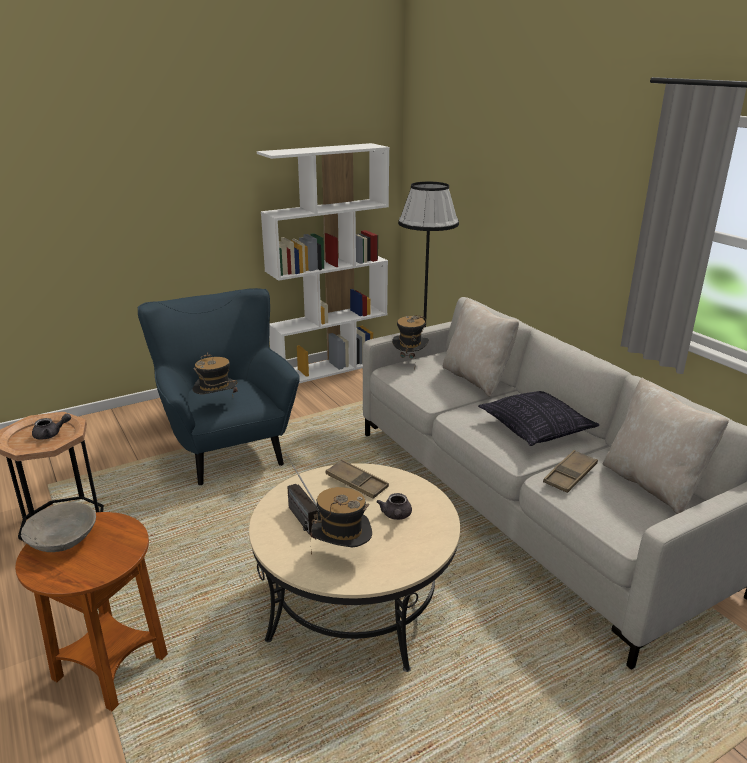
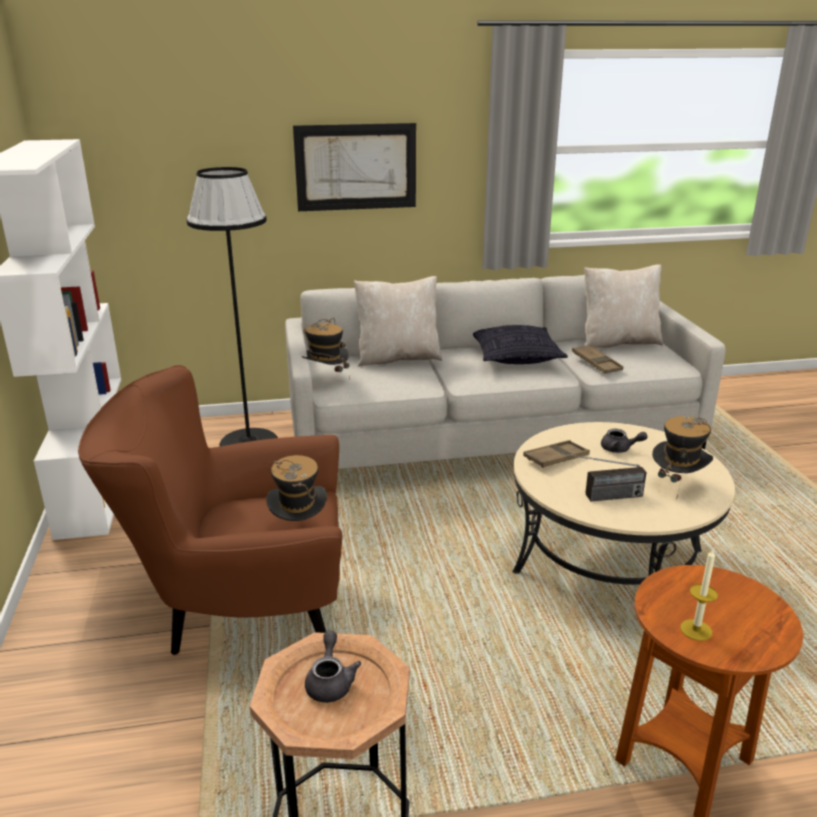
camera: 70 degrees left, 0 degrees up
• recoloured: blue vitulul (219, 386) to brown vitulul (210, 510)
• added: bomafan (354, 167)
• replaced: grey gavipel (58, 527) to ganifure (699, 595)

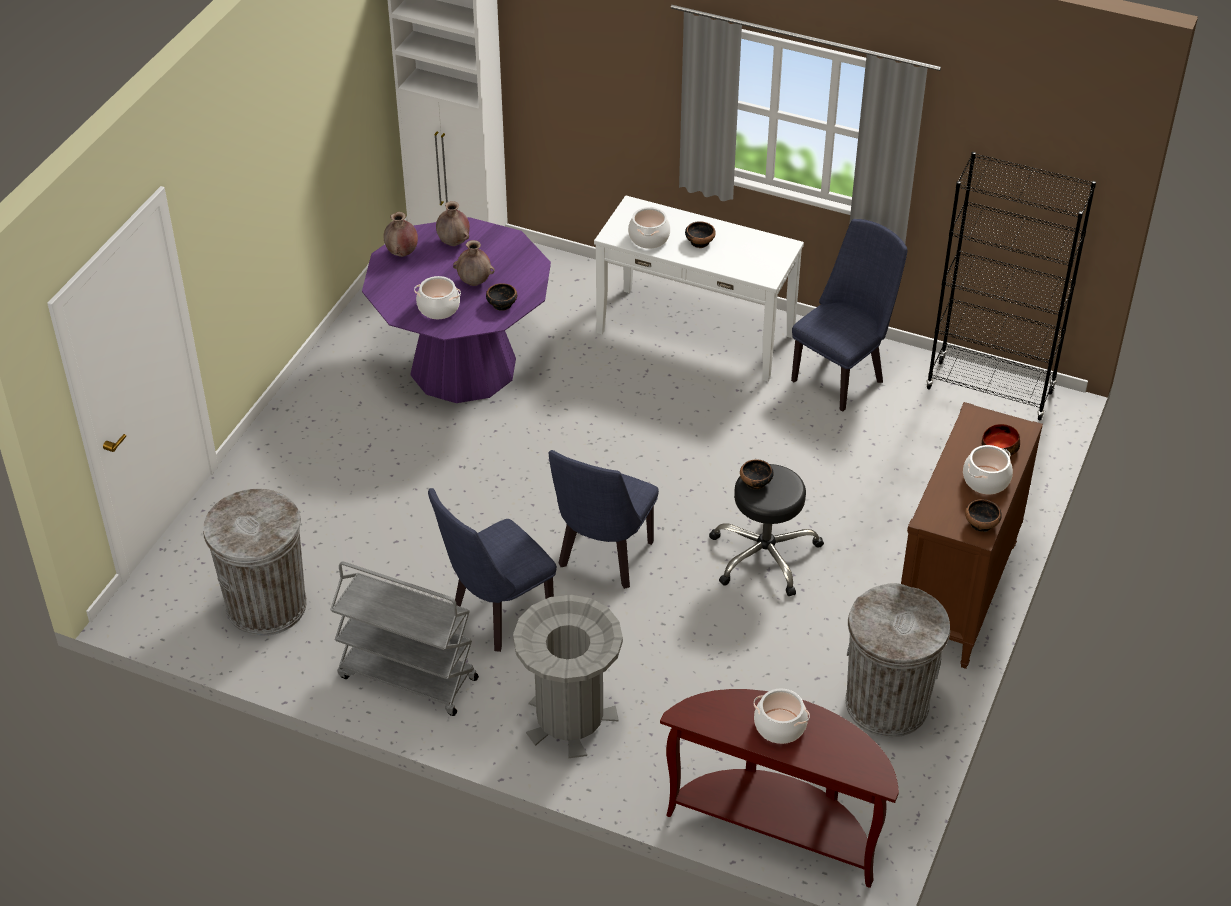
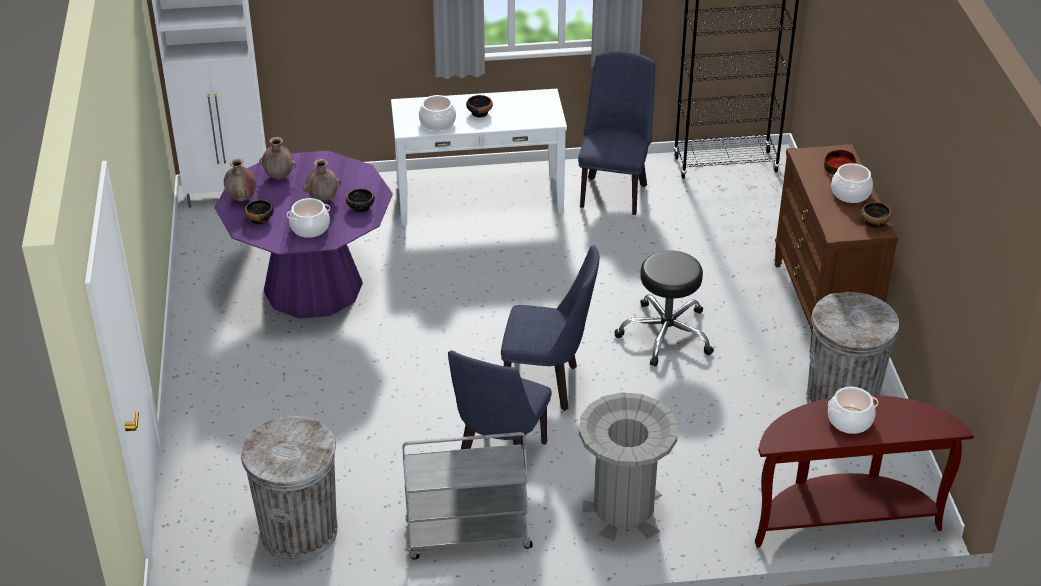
camera: 30 degrees left, 5 degrees down
• moved: gavipel (757, 474) to (259, 212)
• turned: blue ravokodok (604, 519) = (550, 328) 75 degrees counterclockwise

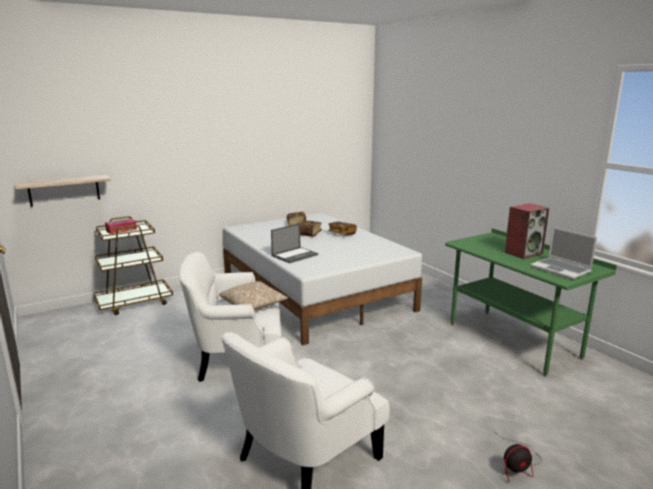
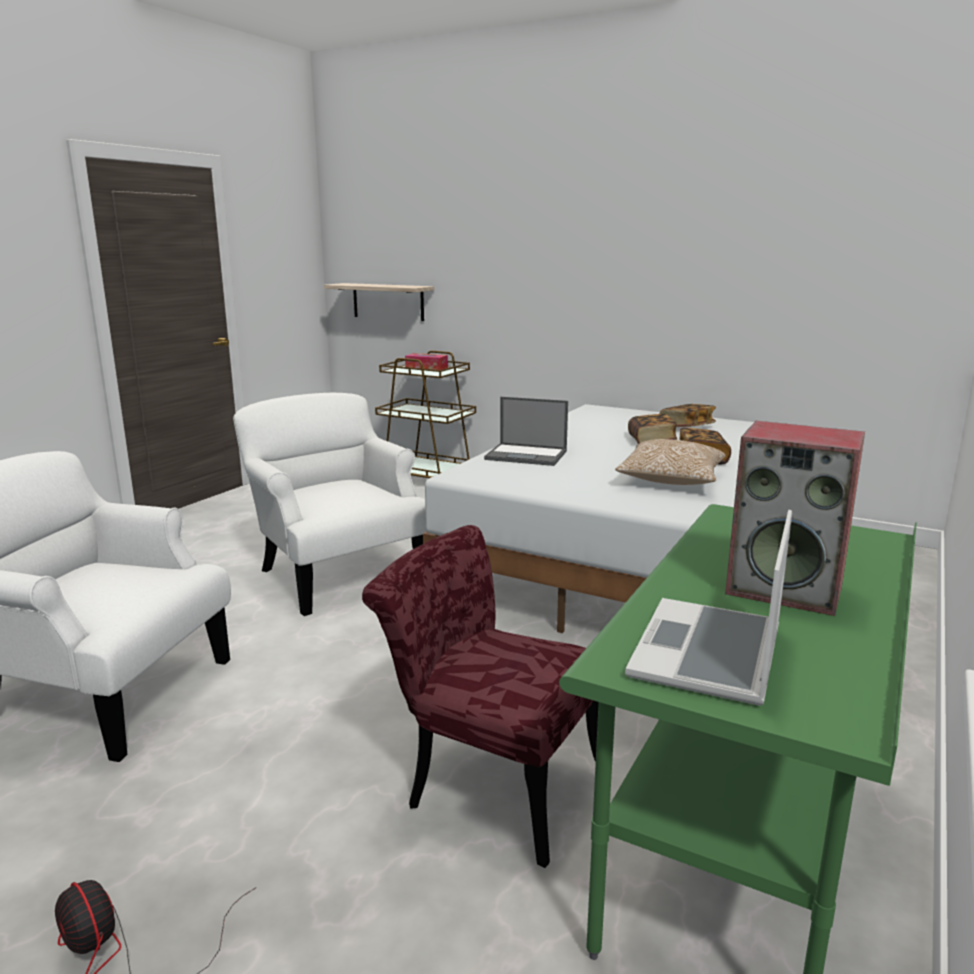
camera: 60 degrees right, 0 degrees up
• added: red ravokodok (480, 696)
• moved: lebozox (253, 295) to (670, 462)

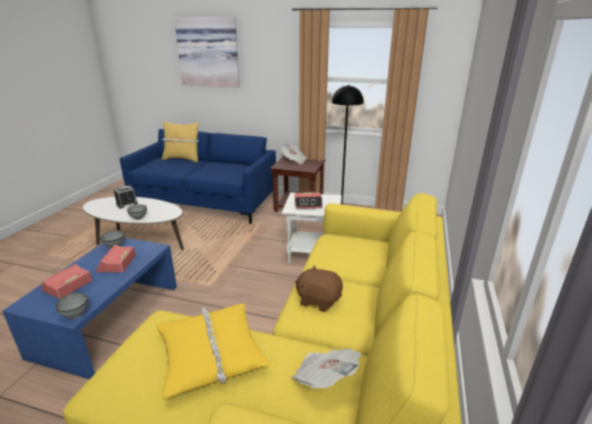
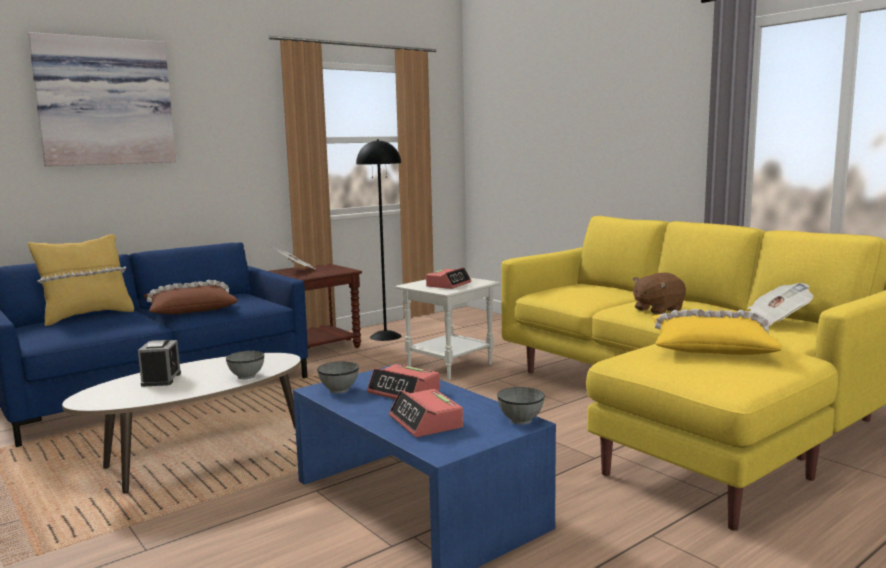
camera: 55 degrees left, 15 degrees down
• added: brown lebozox (191, 297)

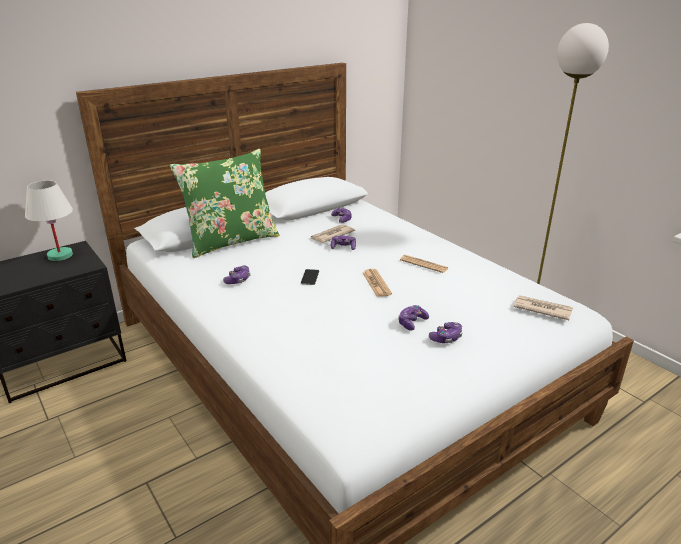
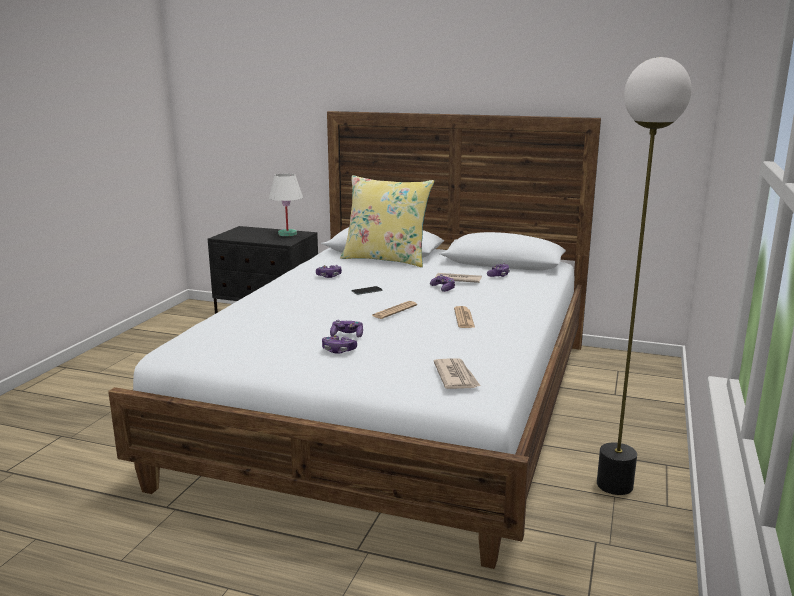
camera: 55 degrees right, 10 degrees down
• recoloured: green lebozox (224, 203) to yellow lebozox (387, 221)

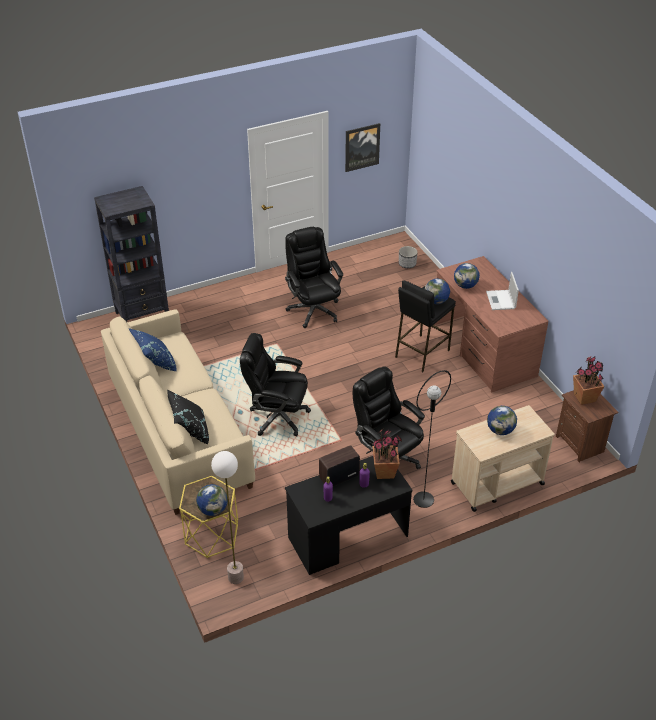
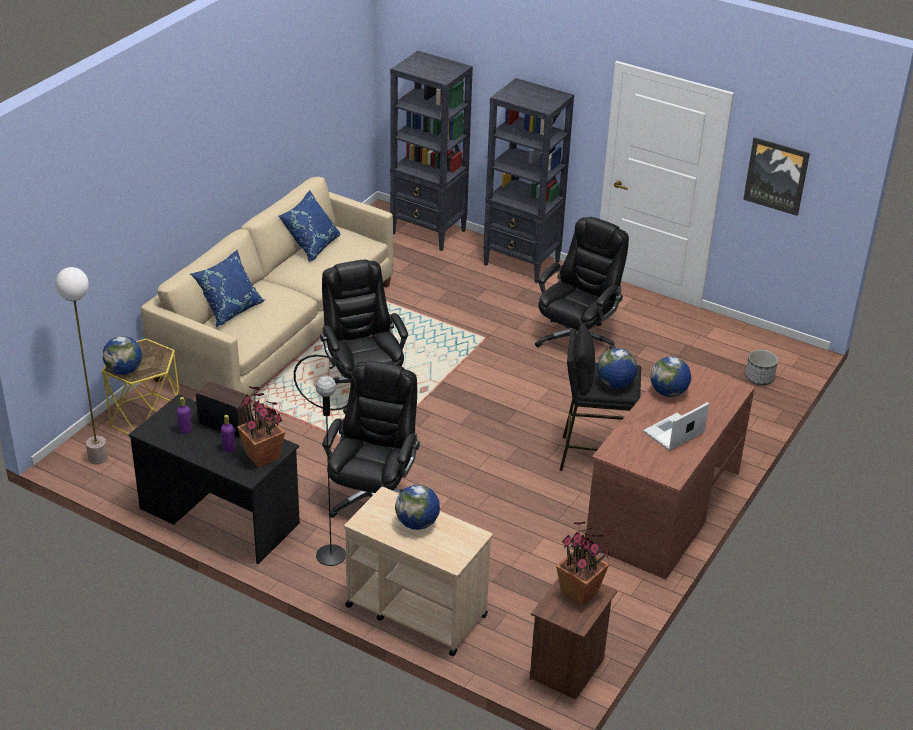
camera: 55 degrees right, 5 degrees down
• recoloured: black lebozox (188, 417) to blue lebozox (226, 288)
• added: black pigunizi (528, 180)

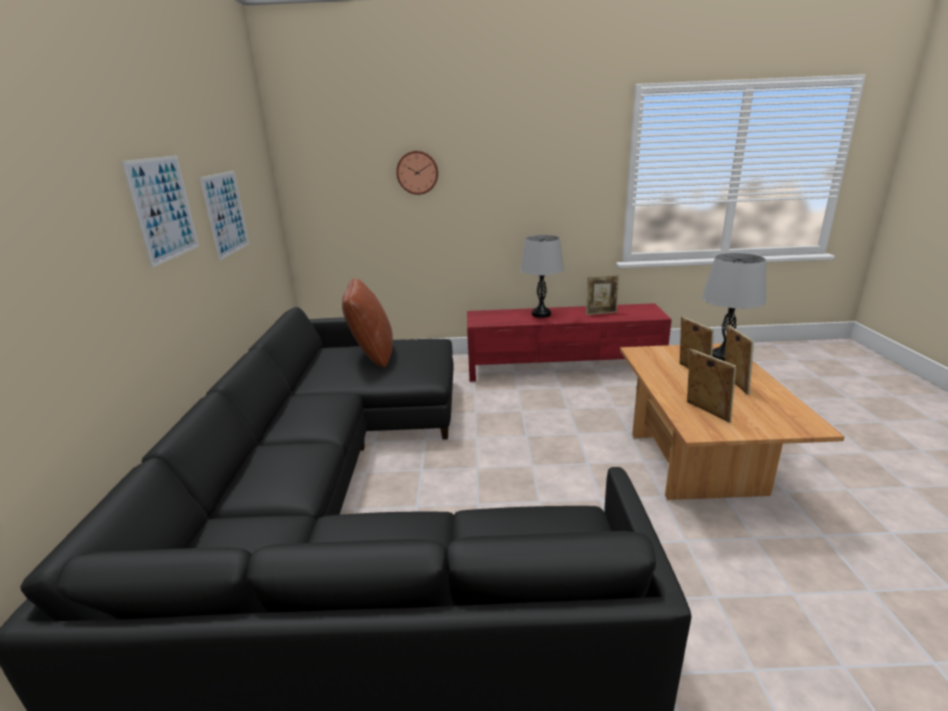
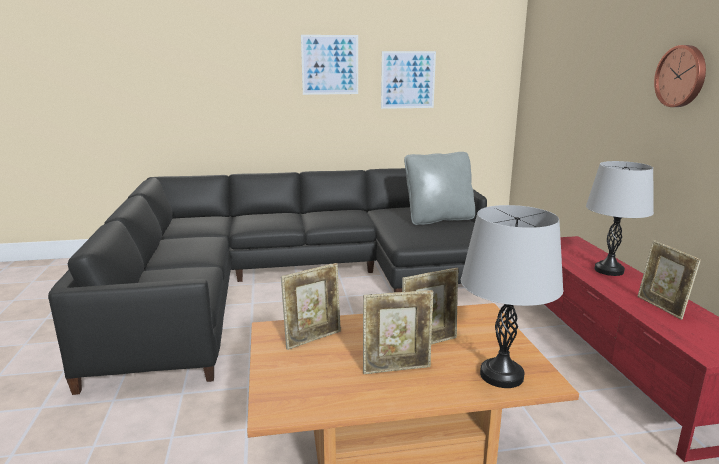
camera: 80 degrees right, 5 degrees down
• recoloured: brown lebozox (367, 323) to grey lebozox (439, 188)
• moved: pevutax (417, 173) to (680, 76)

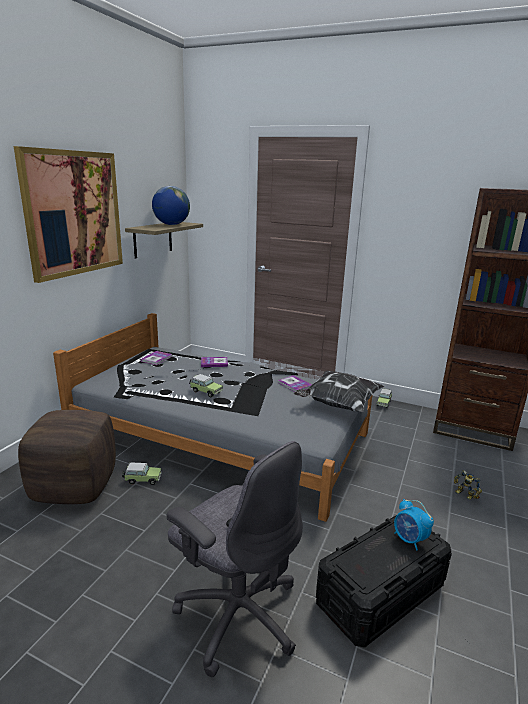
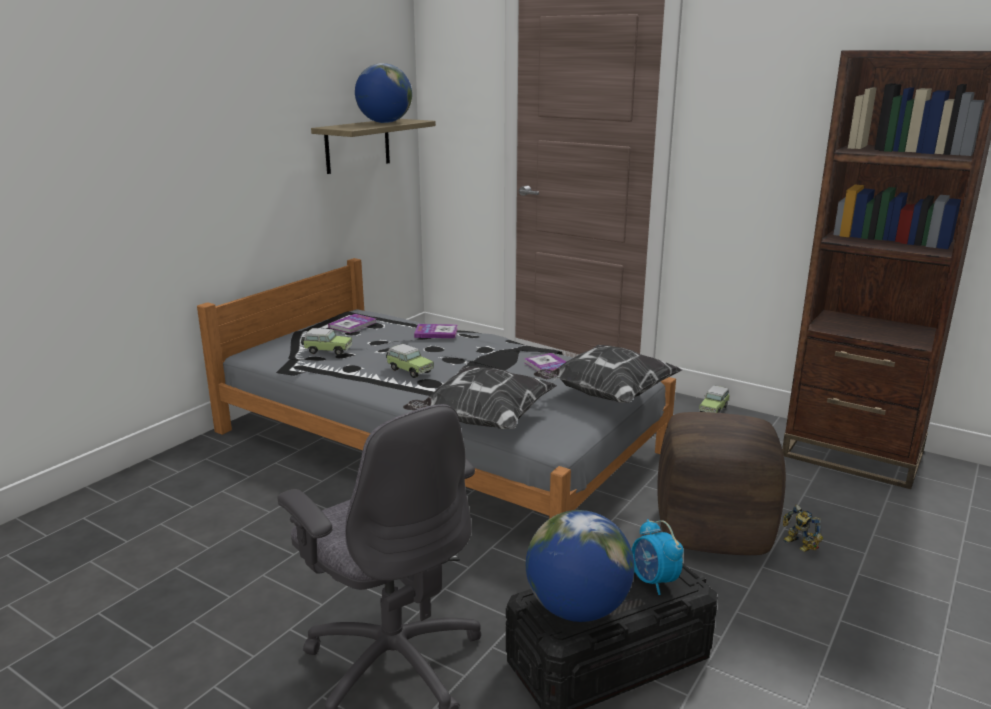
camera: 10 degrees right, 0 degrees up
• moved: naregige (142, 474) to (326, 342)
• added: lebozox (480, 397)
• added: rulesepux (580, 566)
• moved: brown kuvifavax (67, 457) to (721, 483)
• removed: bomafan (68, 214)

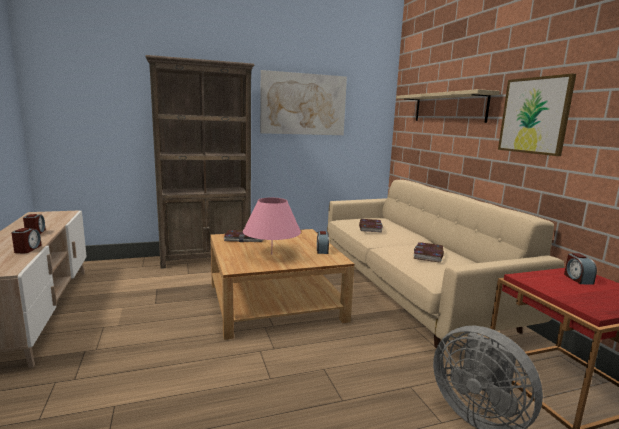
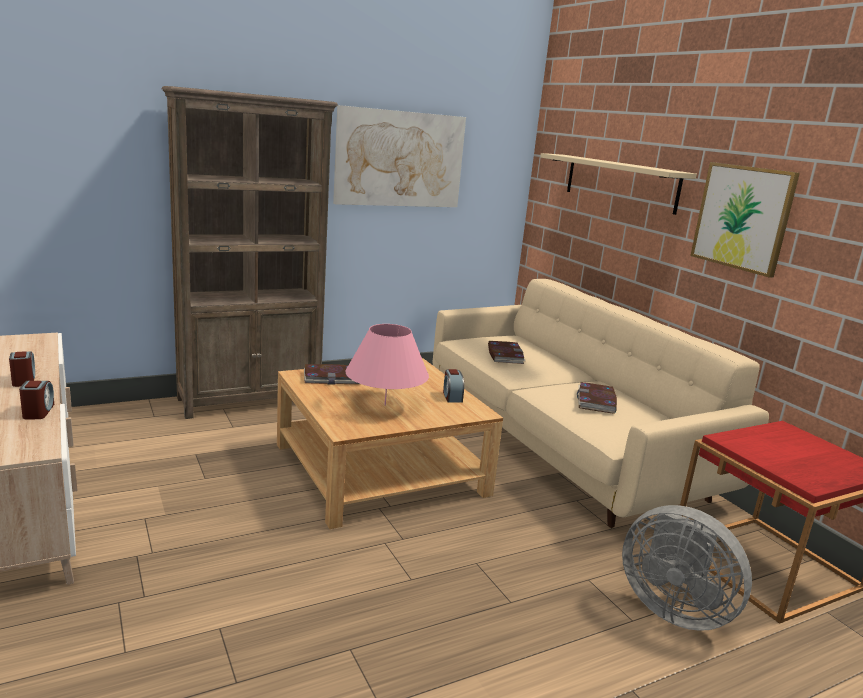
camera: 10 degrees left, 5 degrees up
• removed: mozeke (580, 269)

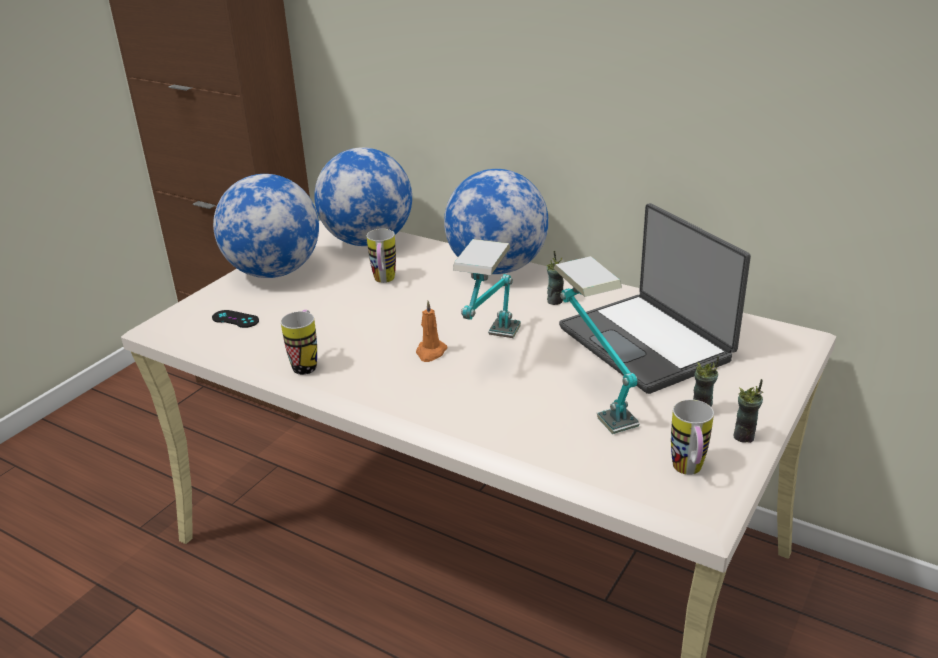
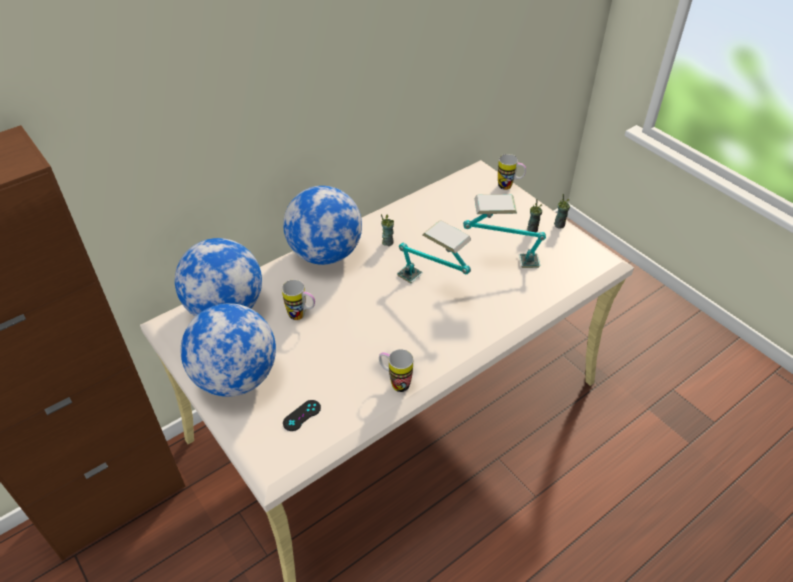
camera: 70 degrees left, 15 degrees up
• moved: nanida (692, 437) to (512, 172)
• removed: orange ganifure (432, 331)
• removed: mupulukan (655, 298)

